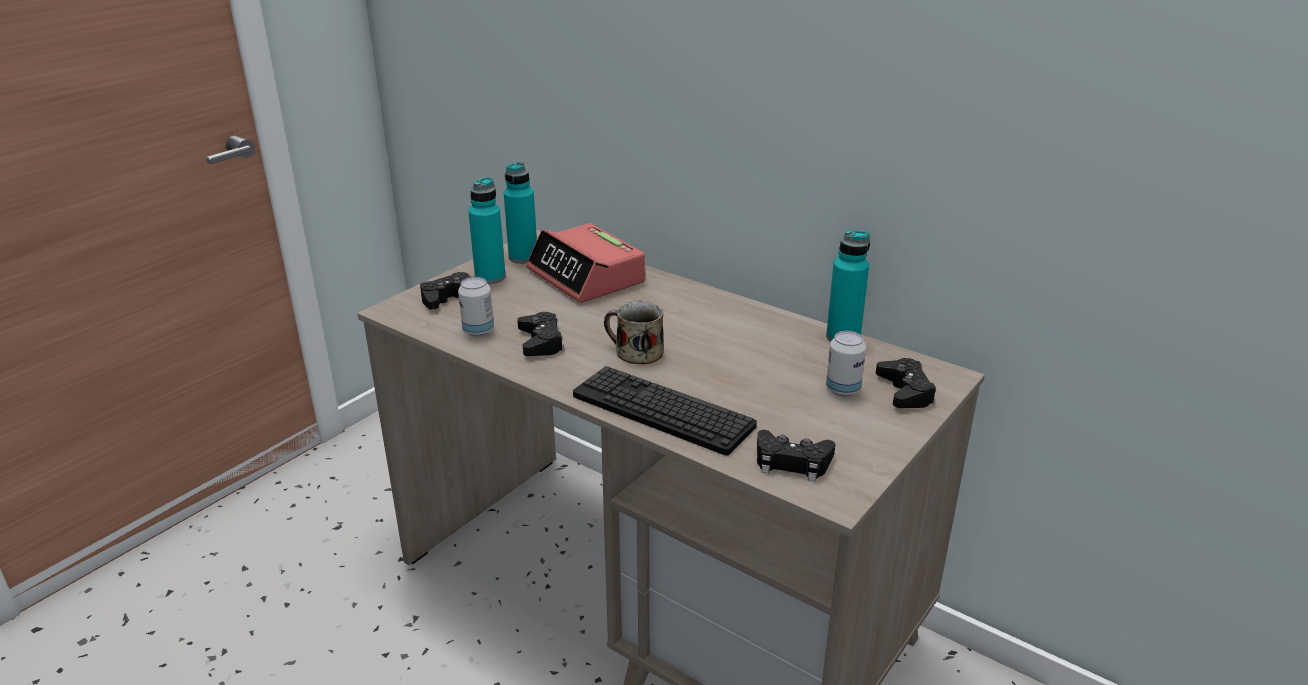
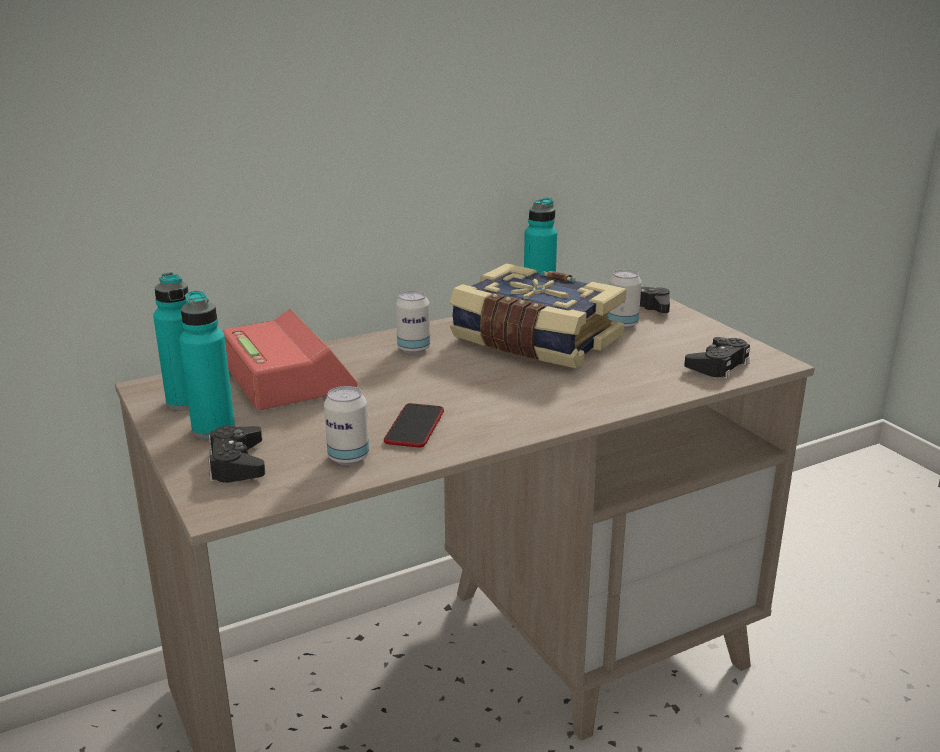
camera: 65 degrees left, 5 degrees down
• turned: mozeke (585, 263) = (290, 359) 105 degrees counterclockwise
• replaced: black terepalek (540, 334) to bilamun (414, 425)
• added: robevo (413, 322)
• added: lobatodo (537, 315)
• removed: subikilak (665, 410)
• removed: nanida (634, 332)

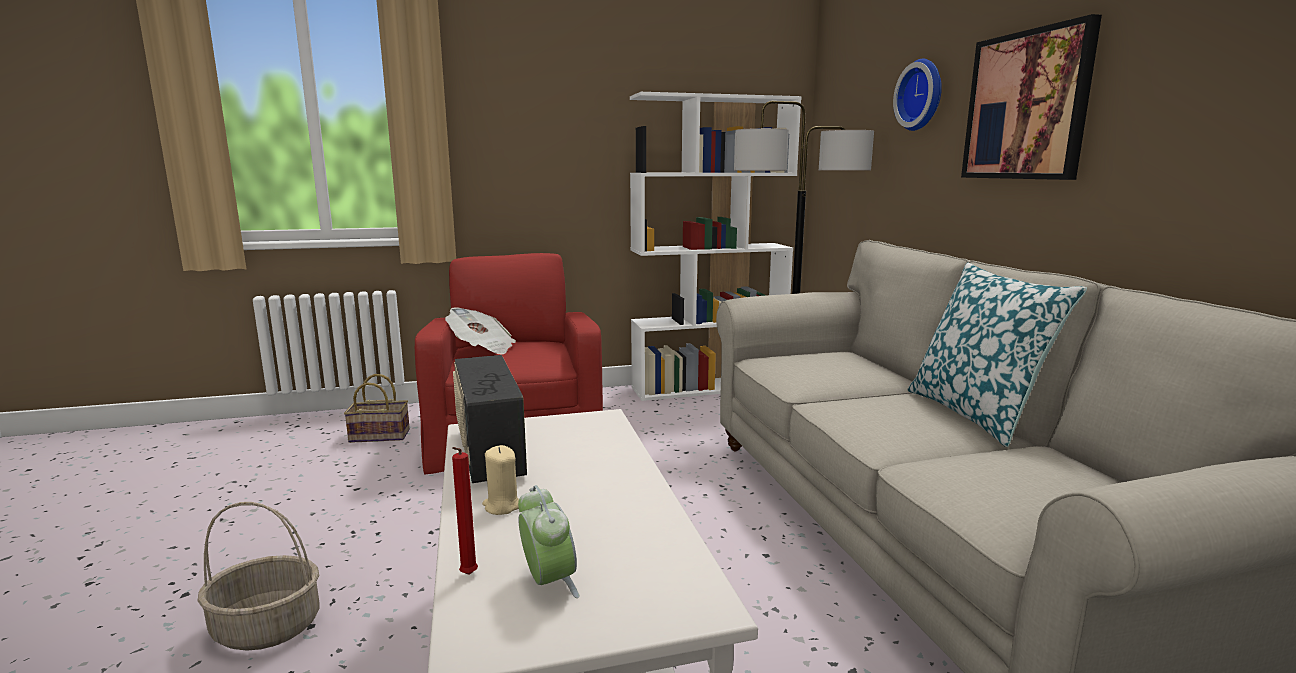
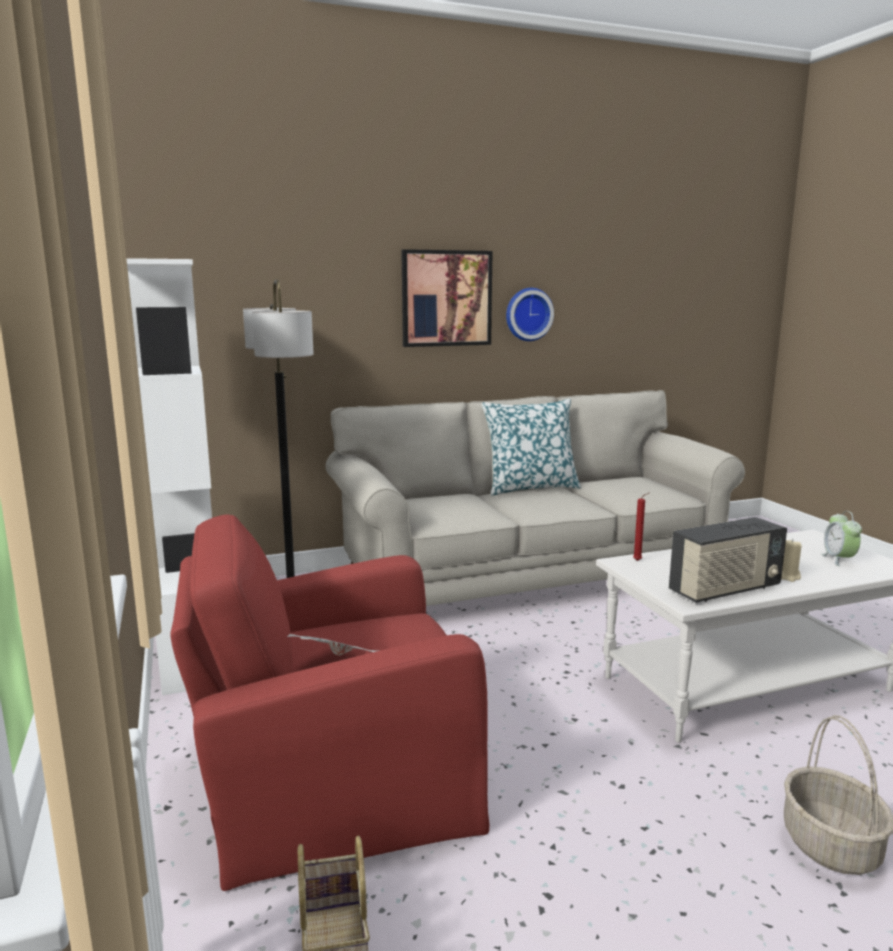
camera: 95 degrees left, 0 degrees up
• moved: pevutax (917, 95) to (530, 314)
• moved: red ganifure (465, 511) to (641, 527)
• turned: mozeke (549, 541) = (841, 538) 60 degrees counterclockwise

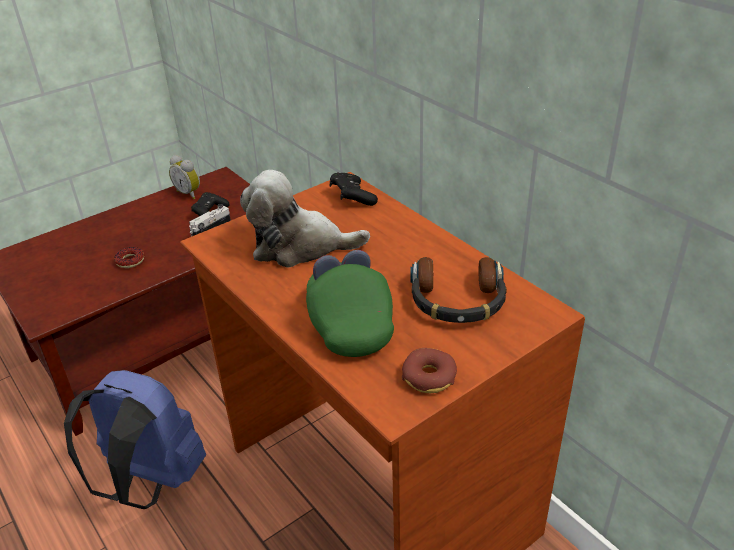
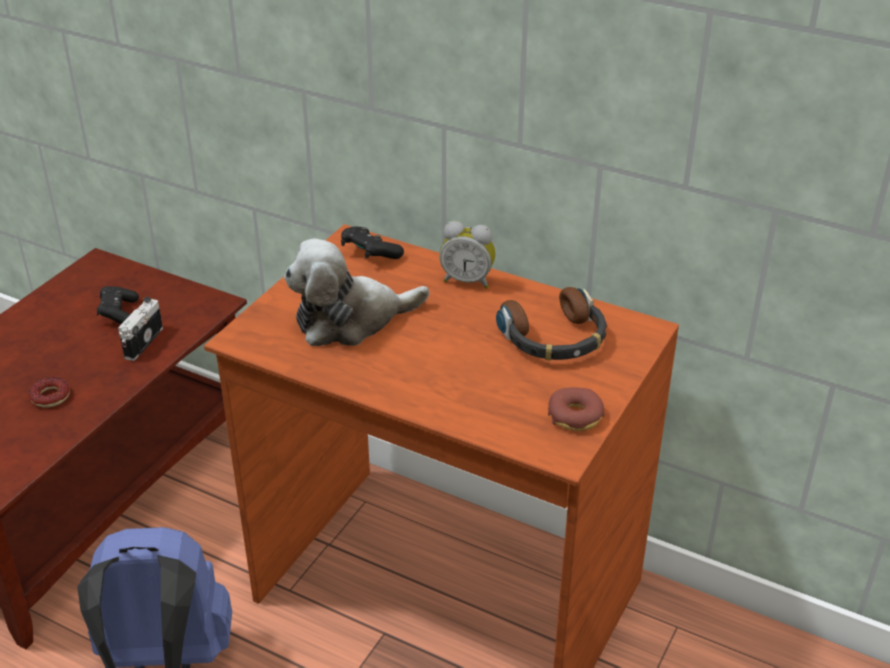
camera: 25 degrees left, 0 degrees up
• moved: mozeke (184, 177) to (467, 255)
• removed: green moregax (350, 303)

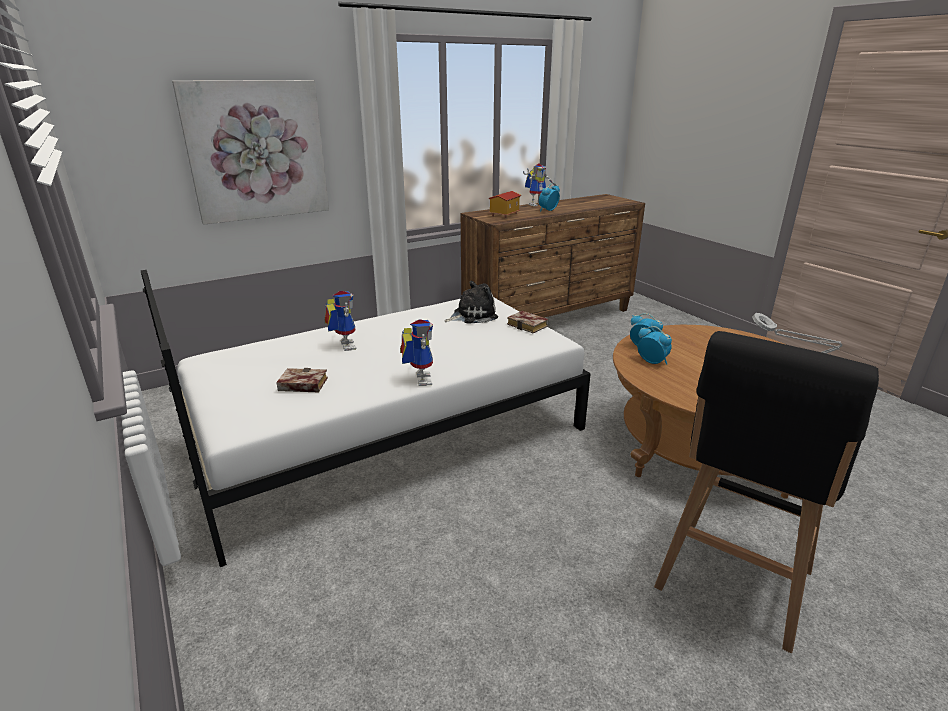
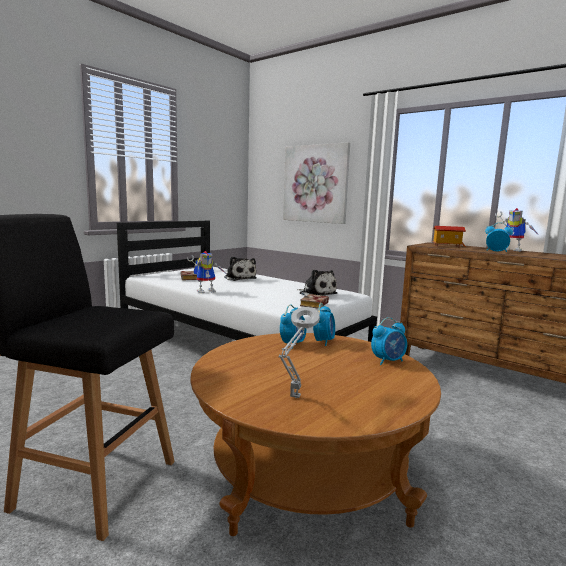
camera: 70 degrees right, 15 degrees down
• replaced: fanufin (340, 321) to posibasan (240, 268)
• added: mozeke (389, 341)

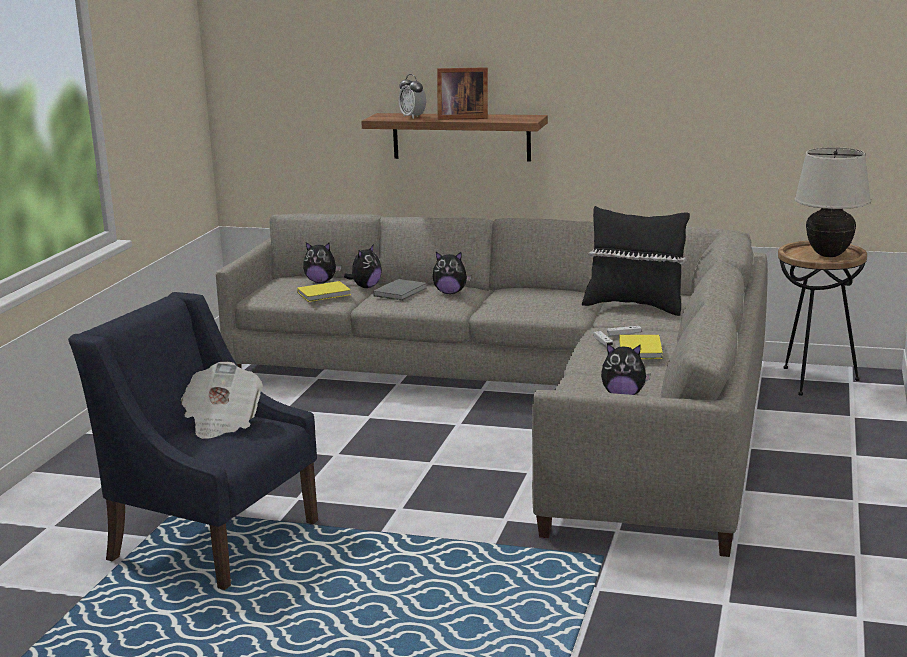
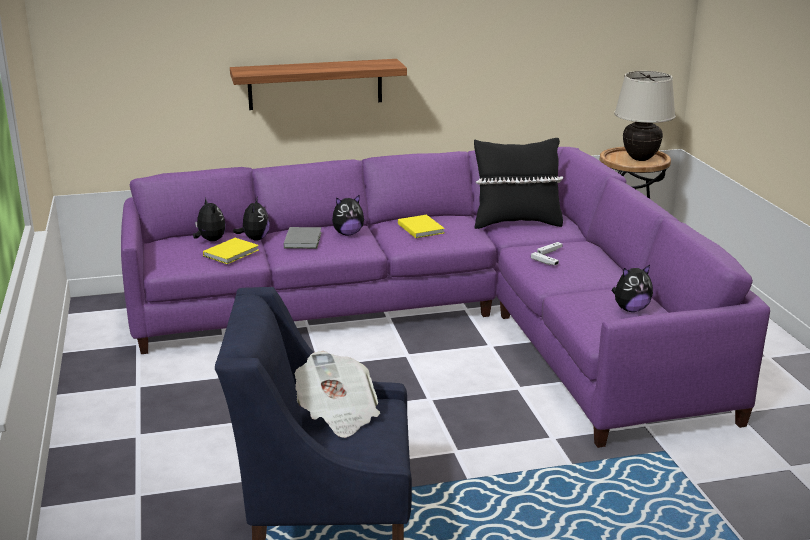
camera: 30 degrees left, 5 degrees up
• recoloured: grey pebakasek (492, 385) to purple pebakasek (445, 297)
• turned: posibasan (322, 262) = (209, 219) 105 degrees counterclockwise
• moved: yellow lobatodo (641, 347) to (421, 226)
• removed: mozeke (412, 96)
• removed: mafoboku (462, 93)

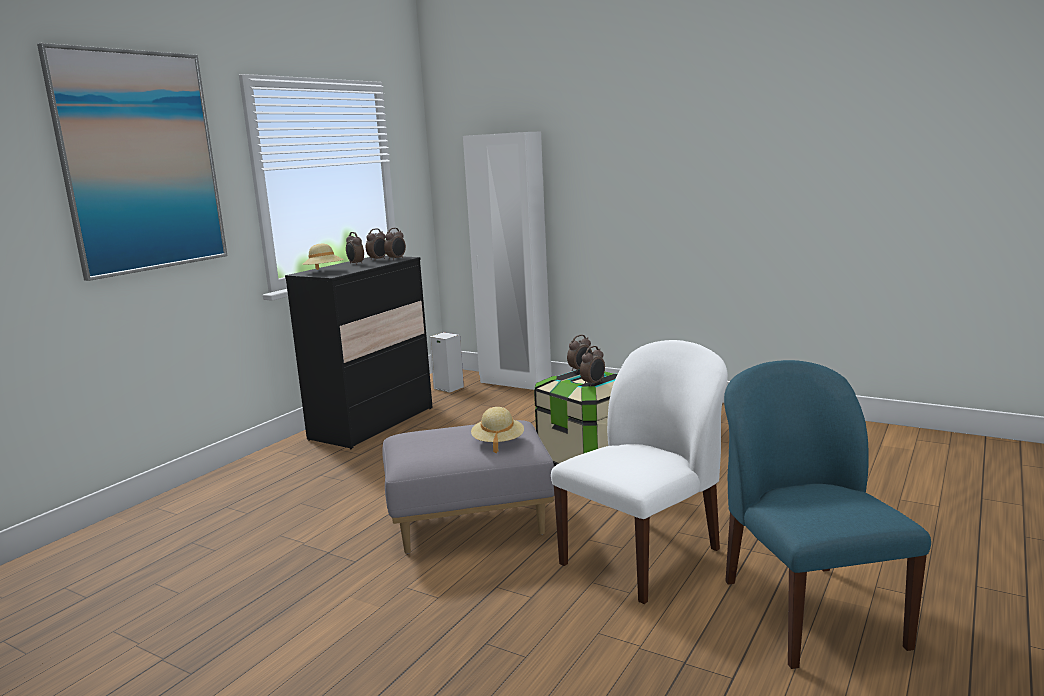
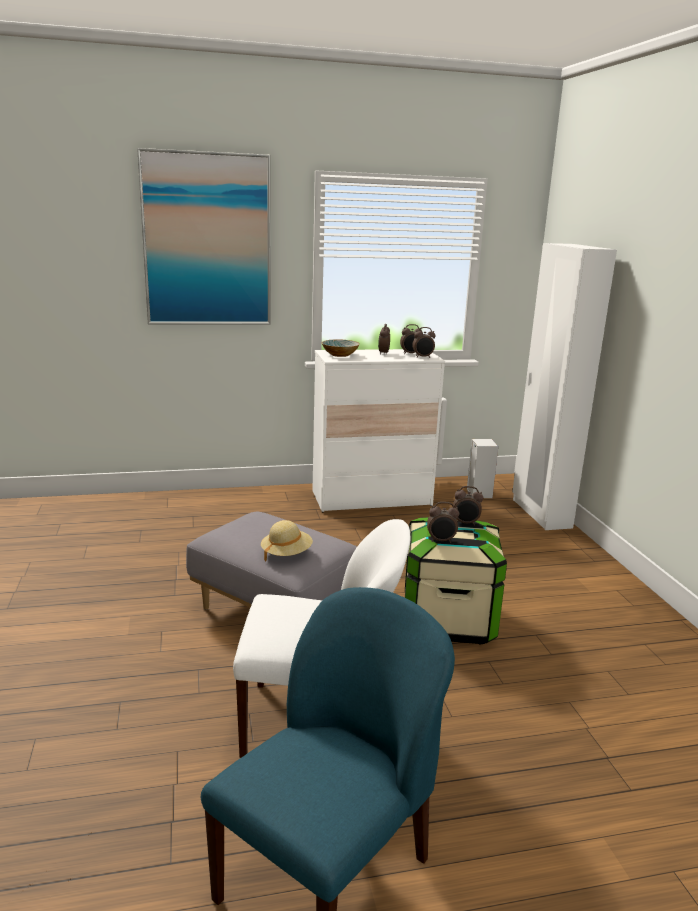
camera: 45 degrees right, 5 degrees up
• recoloured: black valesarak (359, 352) to white valesarak (378, 430)
• replaced: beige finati (323, 257) to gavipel (341, 348)

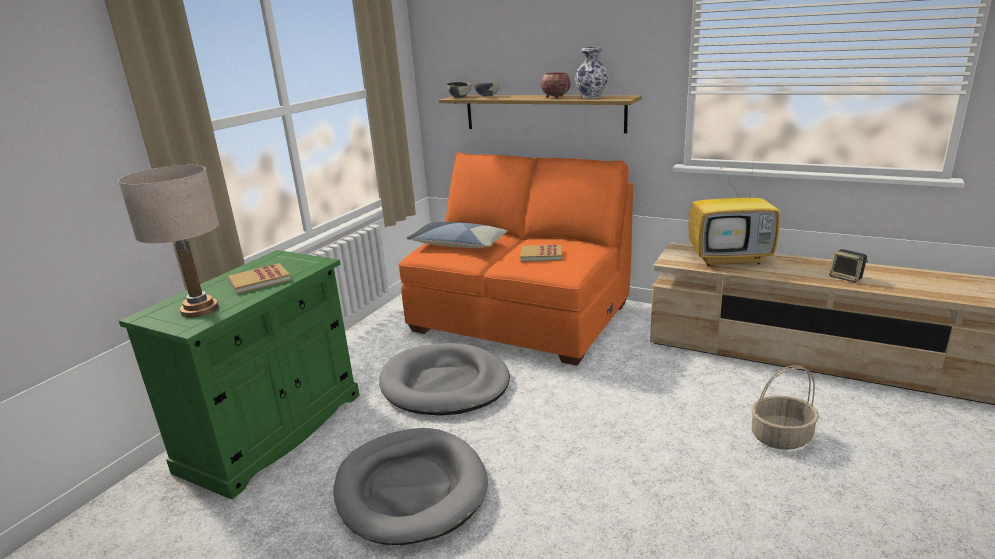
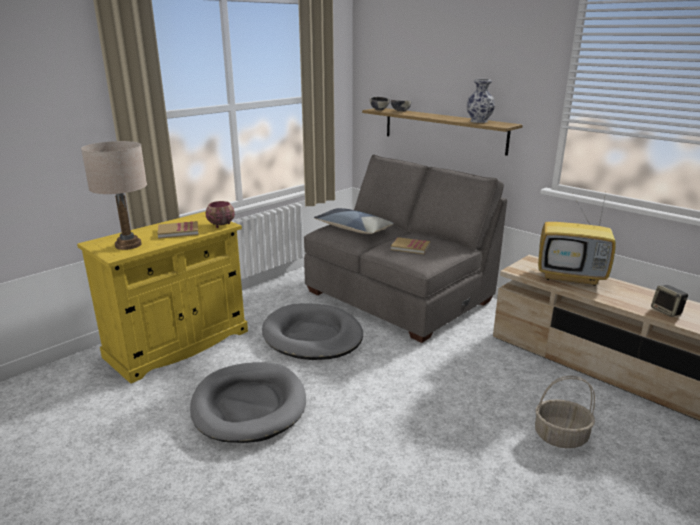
camera: 15 degrees right, 0 degrees up
• recoloured: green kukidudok (239, 374) to yellow kukidudok (162, 297)
• moved: gavipel (556, 85) to (220, 214)
• recoloured: orange pebakasek (515, 259) to grey pebakasek (405, 249)

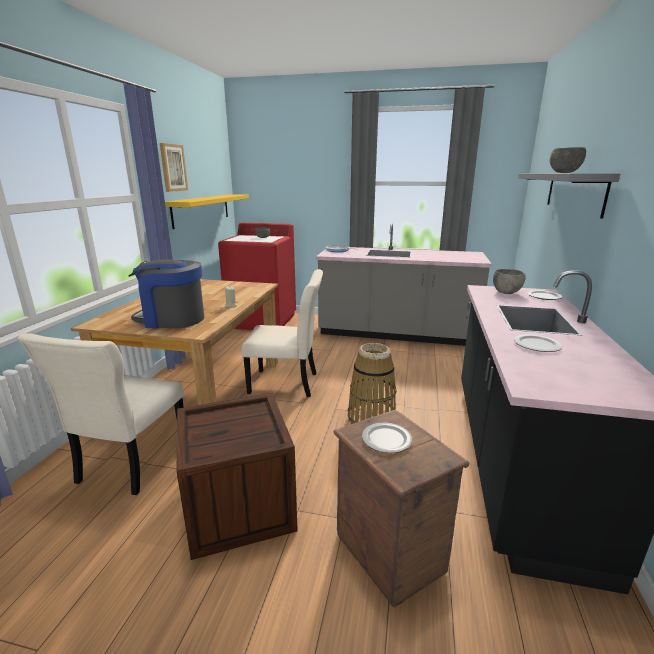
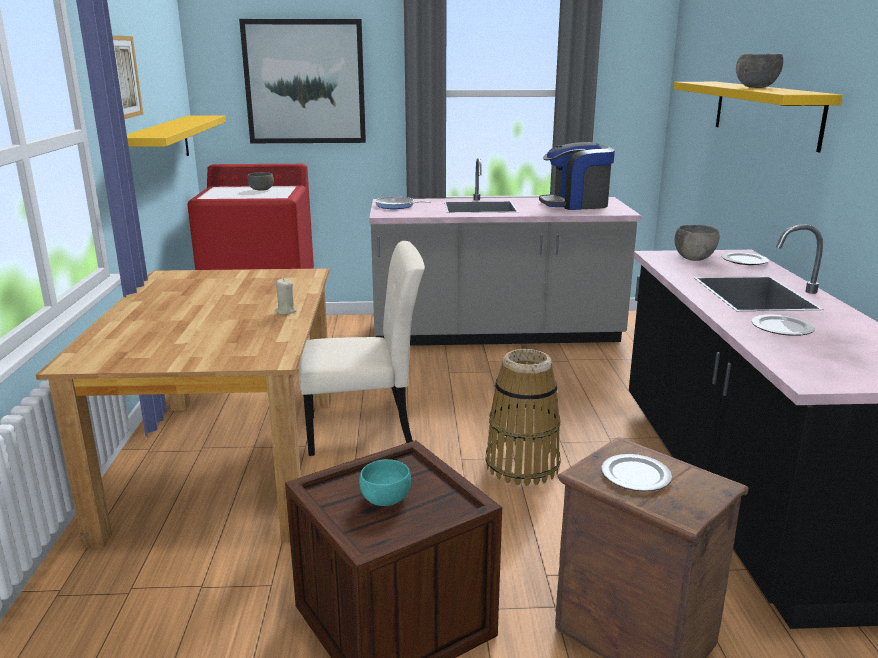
camera: 15 degrees left, 0 degrees up
• added: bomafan (302, 81)
• added: turquoise gavipel (385, 482)
• moved: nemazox (166, 294) to (577, 176)
• recoloured: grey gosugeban (569, 196) to yellow gosugeban (758, 117)
• removed: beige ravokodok (101, 414)

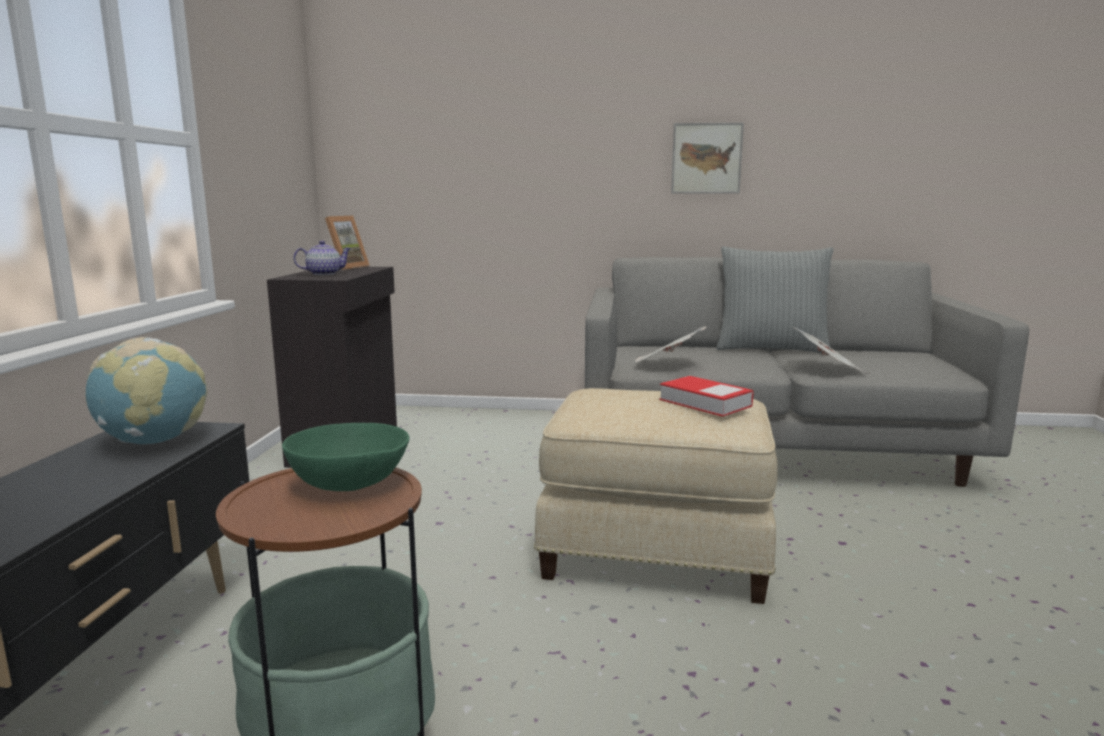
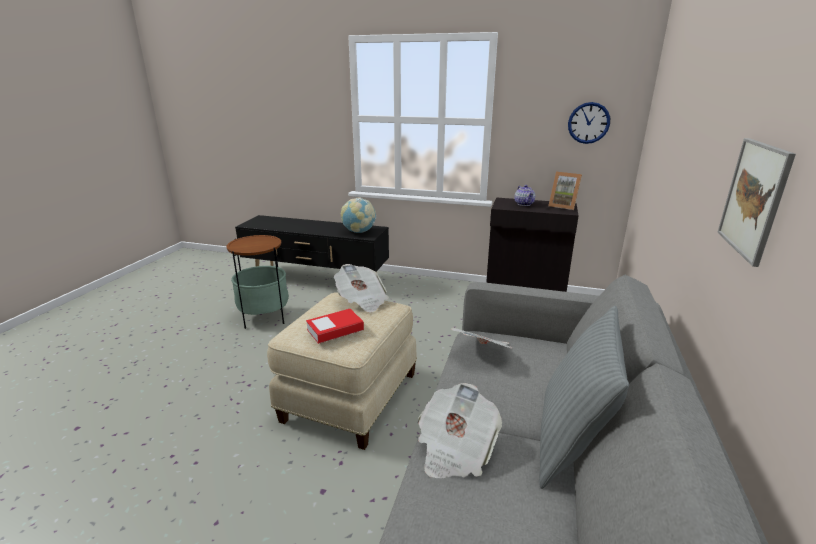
camera: 100 degrees right, 10 degrees up
• added: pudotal (361, 288)
• added: pevutax (589, 123)
• removed: green gavipel (345, 457)

